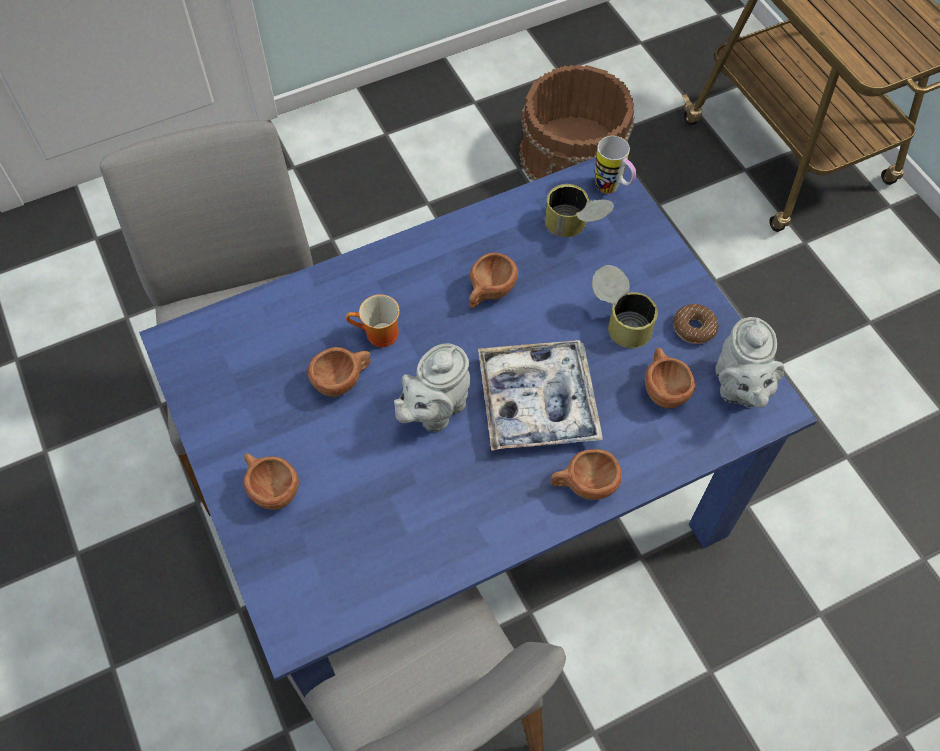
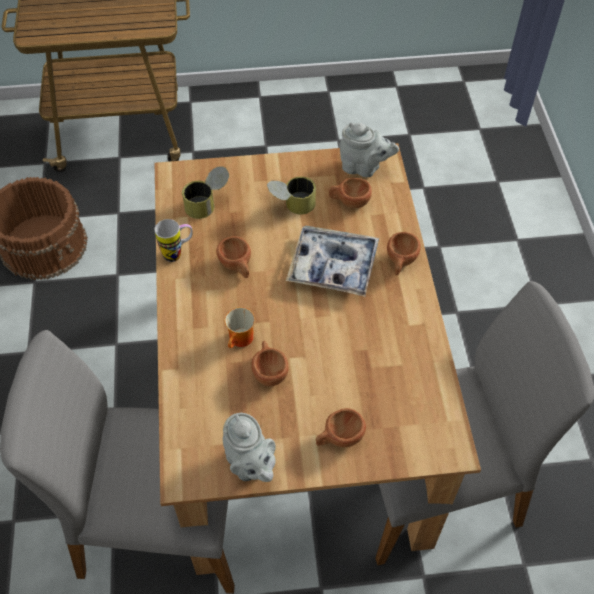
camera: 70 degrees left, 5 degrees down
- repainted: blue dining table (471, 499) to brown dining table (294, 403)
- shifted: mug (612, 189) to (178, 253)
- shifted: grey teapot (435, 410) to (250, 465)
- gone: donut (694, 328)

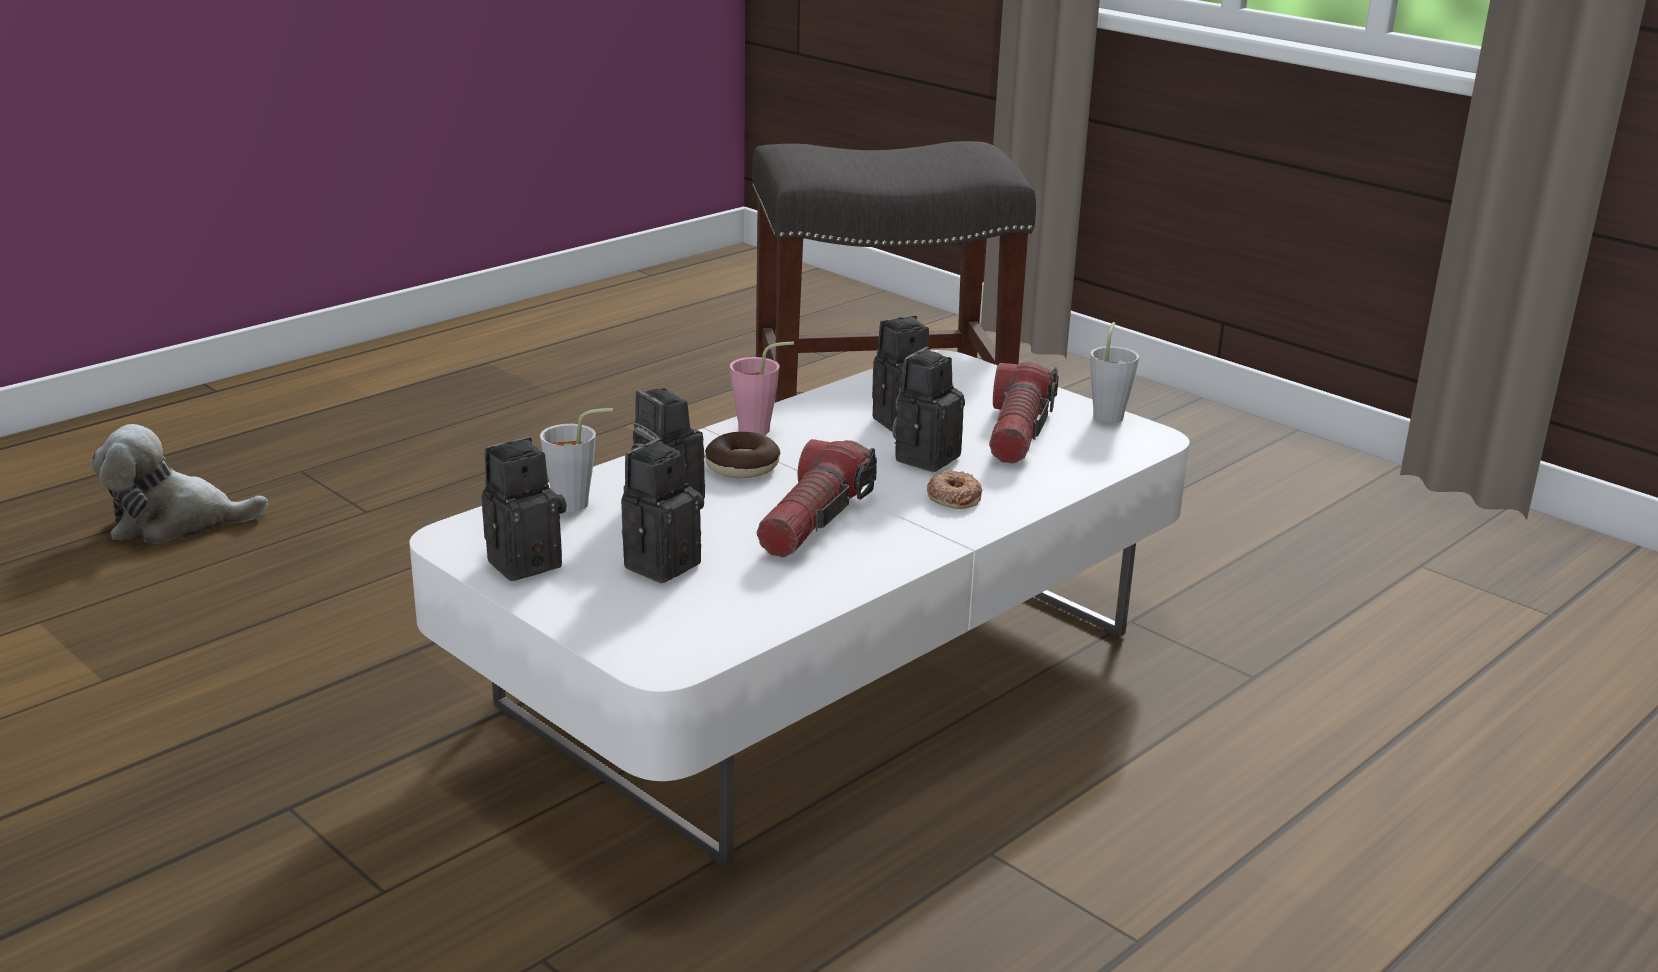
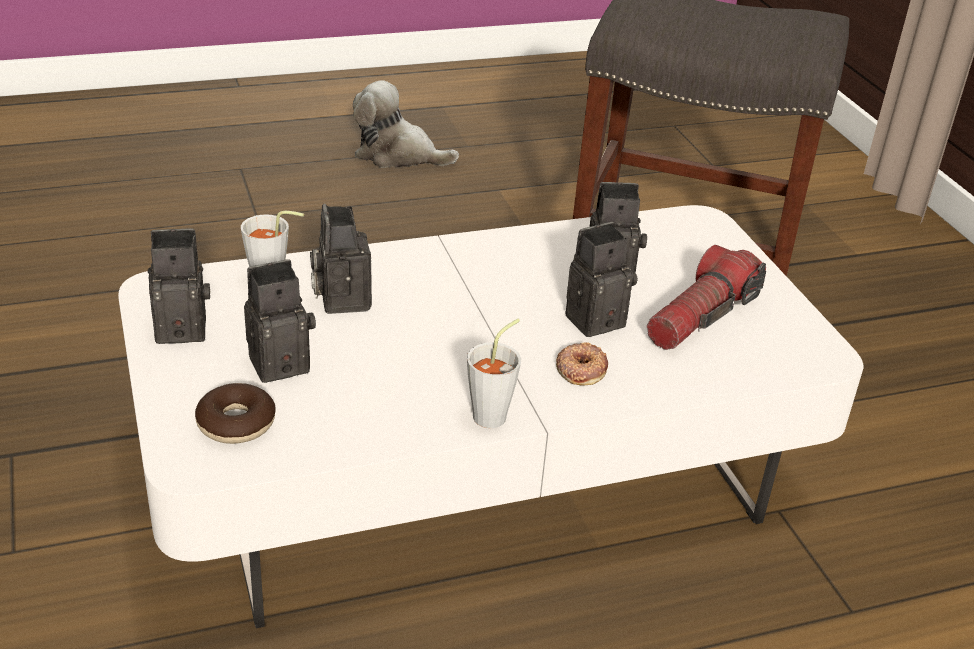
camera: 25 degrees right, 10 degrees up
- shifted: donut (742, 467) to (236, 424)
- shifted: plush toy (175, 523) to (397, 155)
- shifted: grey cup (1109, 414) to (495, 413)
- gone: pink cup (761, 429)
- gone: flashlight (814, 520)

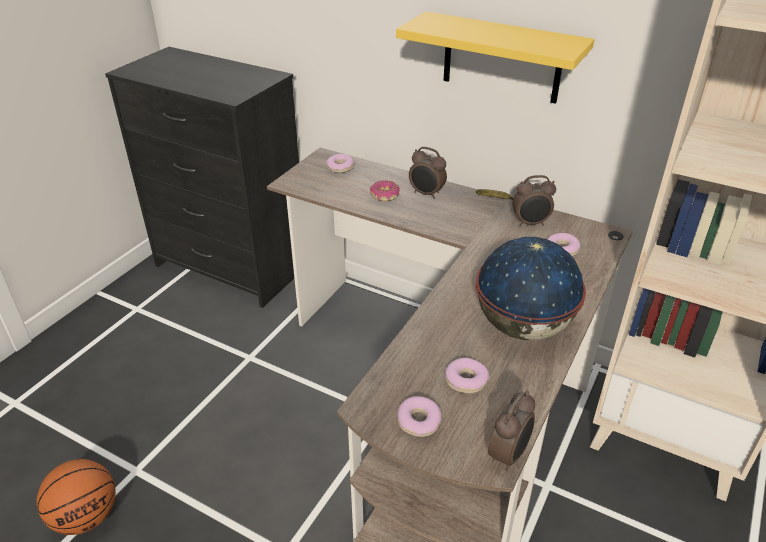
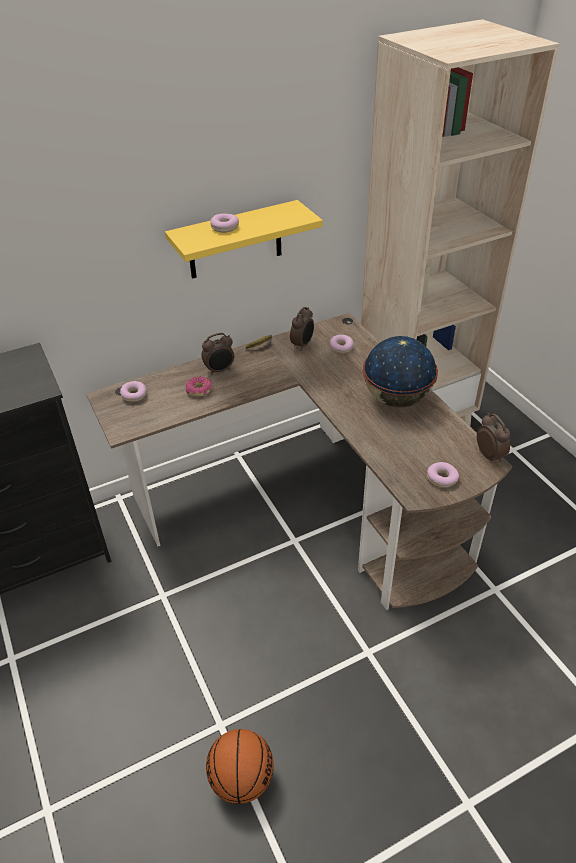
camera: 55 degrees left, 5 degrees up
- shifted: donut (466, 380) to (225, 227)

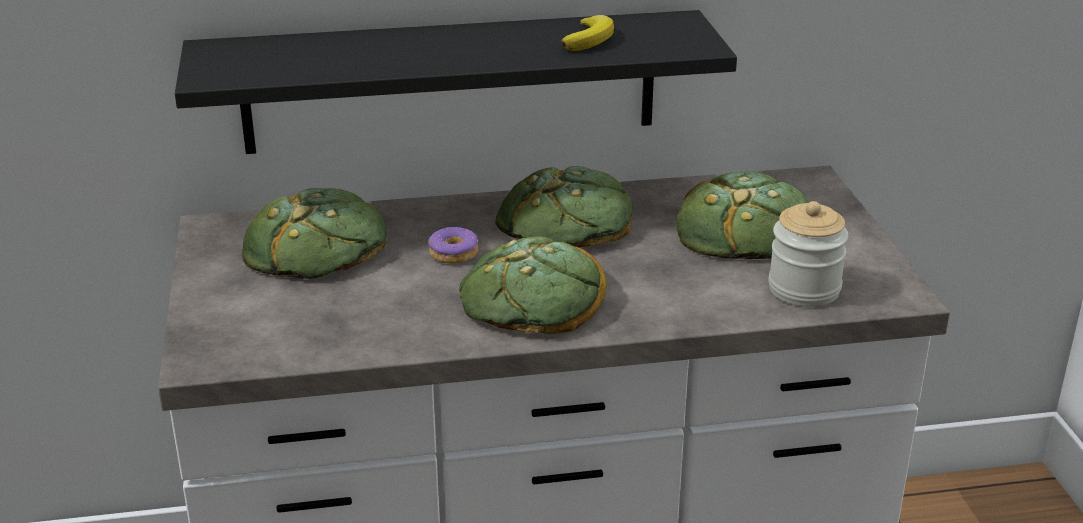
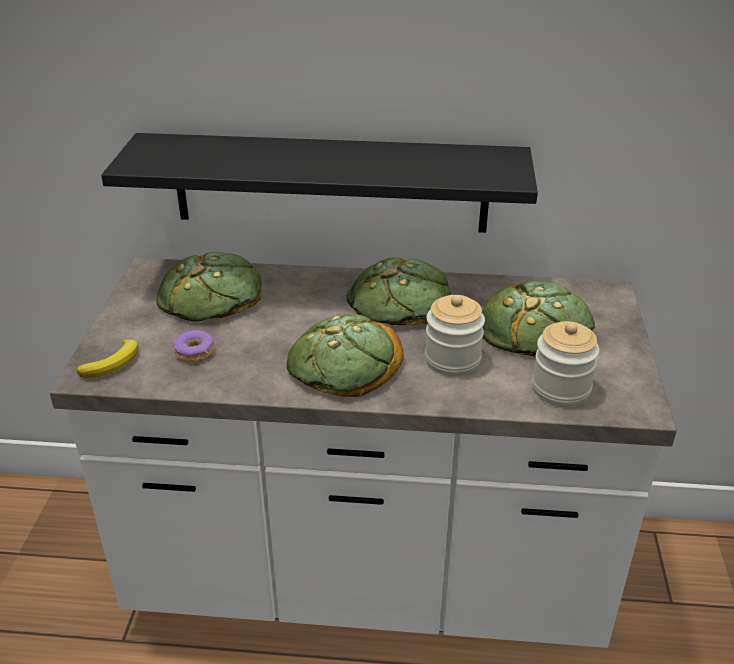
camera: 15 degrees right, 5 degrees up
- shifted: banana (590, 38) to (113, 363)
- shifted: donut (454, 254) to (195, 352)
- new: jar (452, 360)

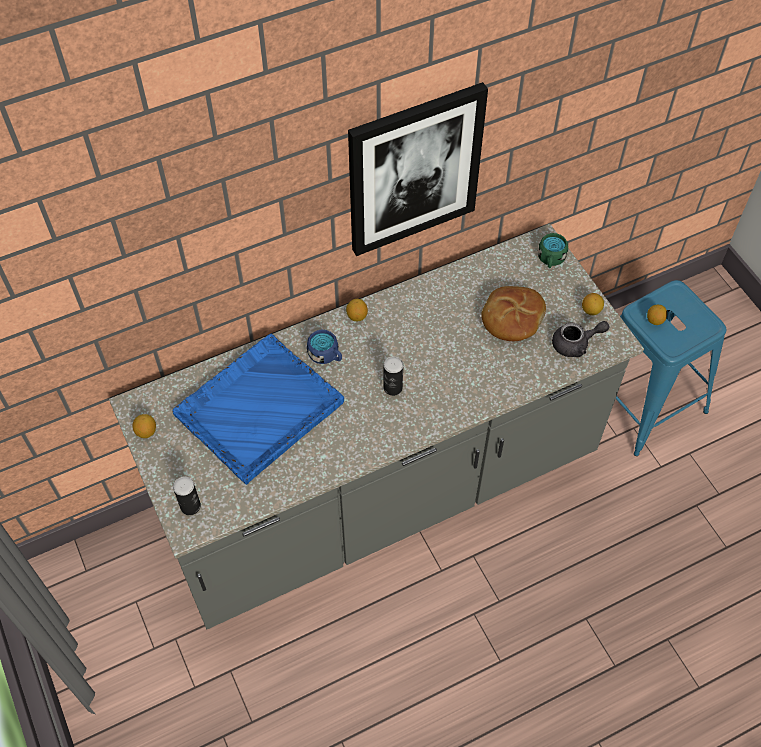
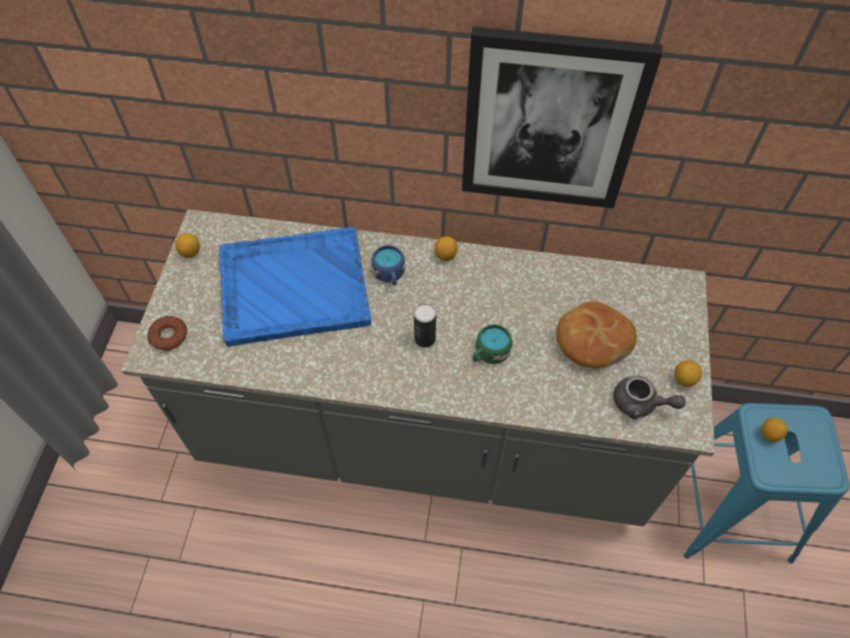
camera: 35 degrees right, 0 degrees up
- swapped: can (190, 506) to donut (168, 336)
- shifted: green mug (550, 259) to (489, 353)

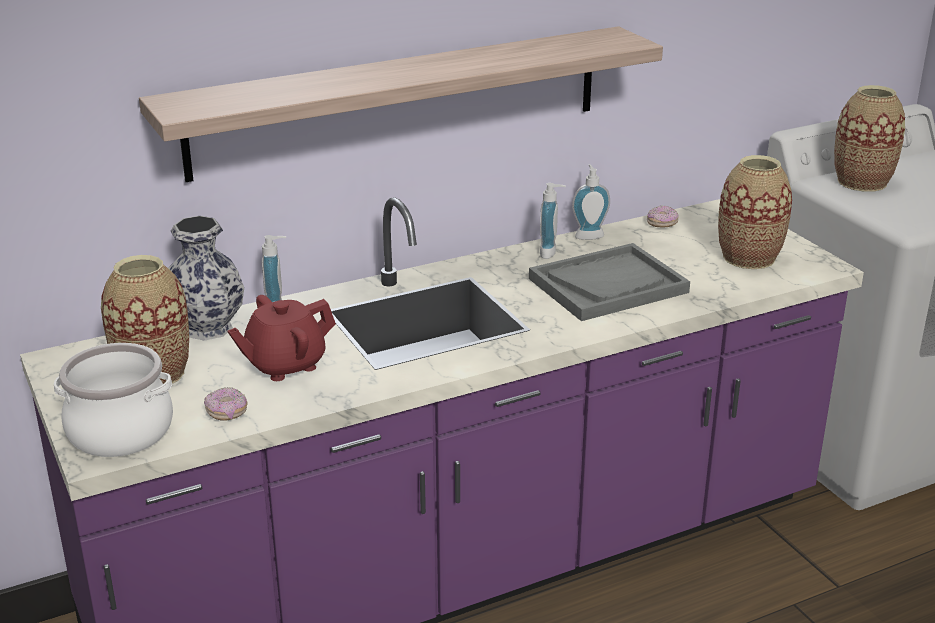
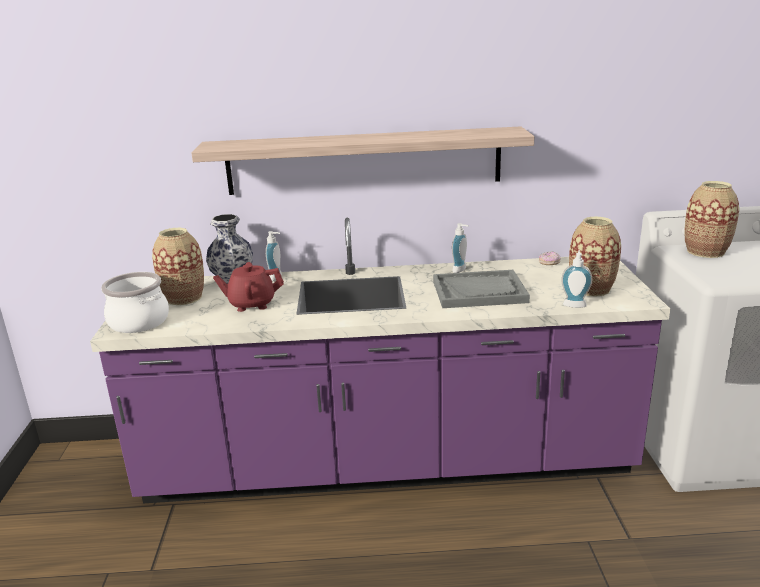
camera: 25 degrees right, 5 degrees down
- shifted: soap dispenser (588, 235) to (574, 304)
- gone: donut (227, 412)

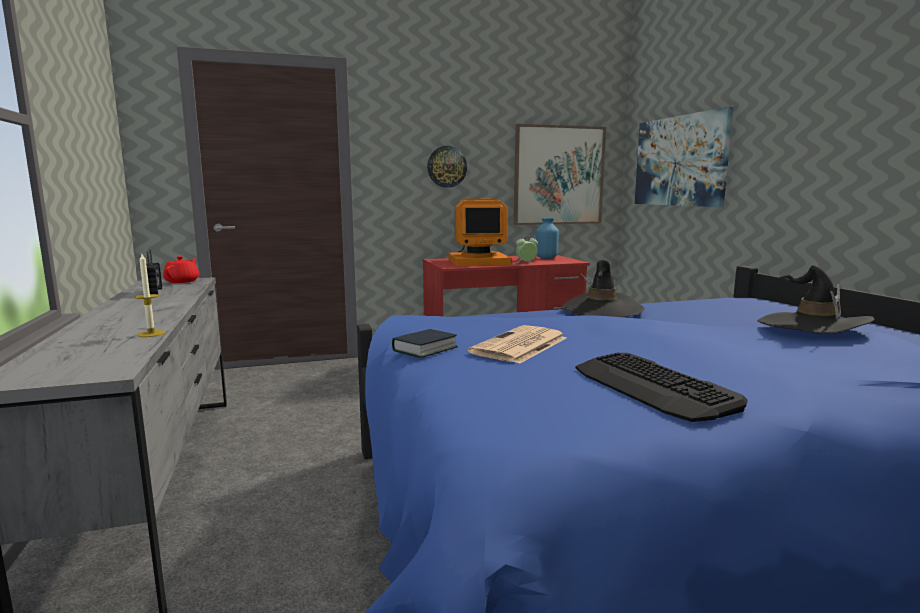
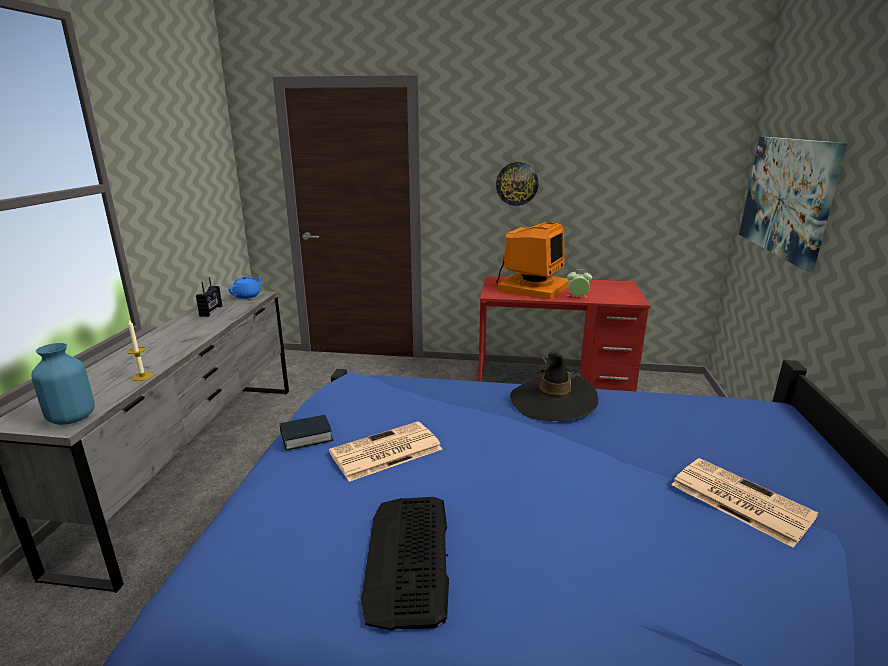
camera: 25 degrees right, 10 degrees up
- shifted: blue vase (546, 258) to (73, 417)
- repainted: red teapot (183, 281) to blue teapot (247, 296)
- rotated: monitor (478, 261) = (532, 287) 75 degrees counterclockwise
- swapped: black hat (811, 327) to newspaper (738, 500)
- gone: picture (558, 175)

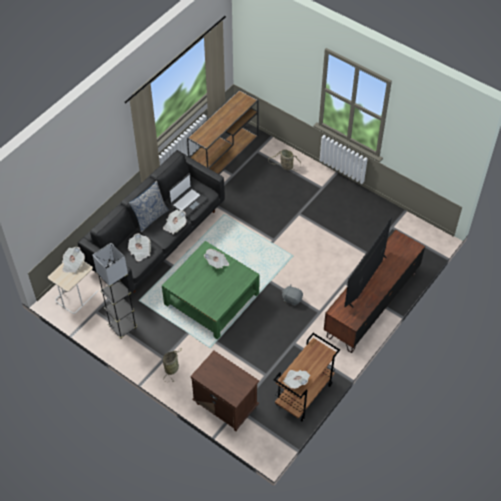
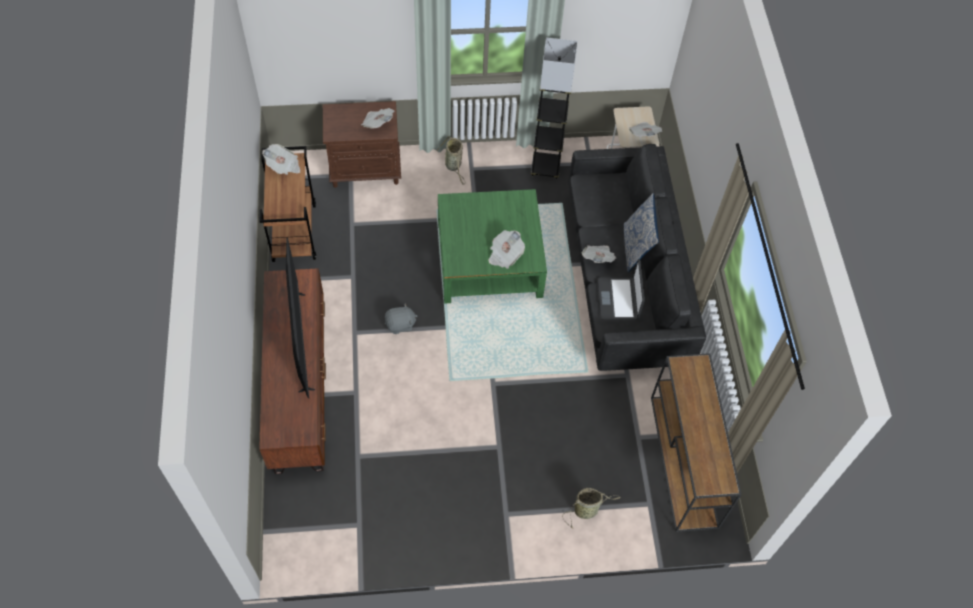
camera: 135 degrees right, 5 degrees up
- shifted: newspaper (140, 251) to (378, 123)

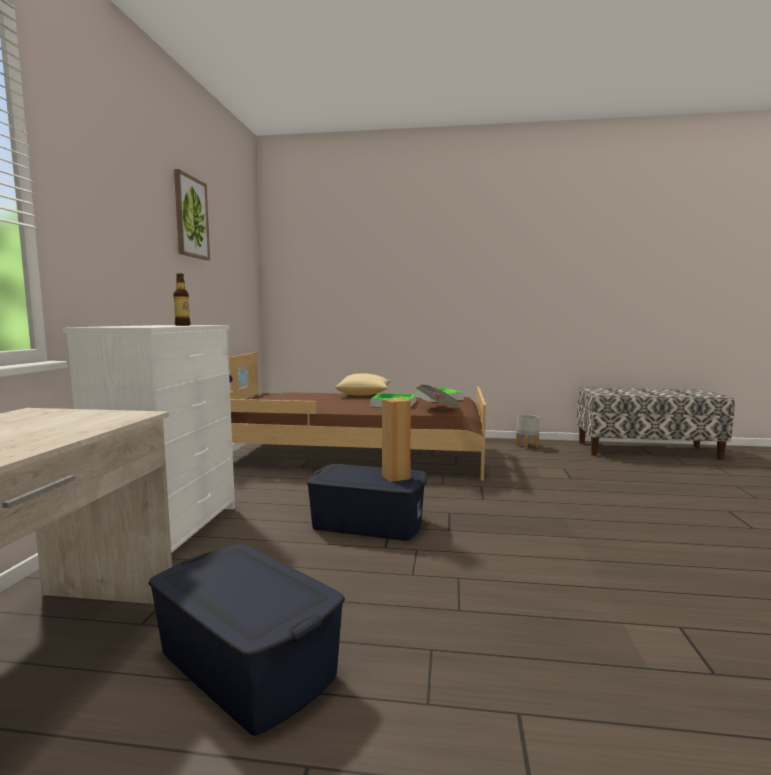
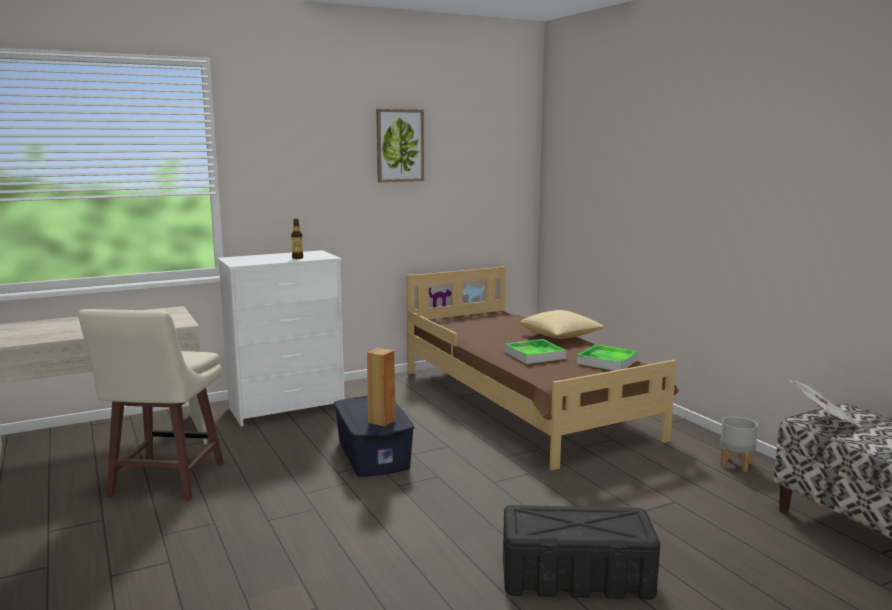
camera: 55 degrees right, 5 degrees up
- swapped: blue storage box (246, 664) to beige stool (165, 481)
- new: black storage box (577, 577)
- shifted: newspaper (440, 409) to (823, 420)

